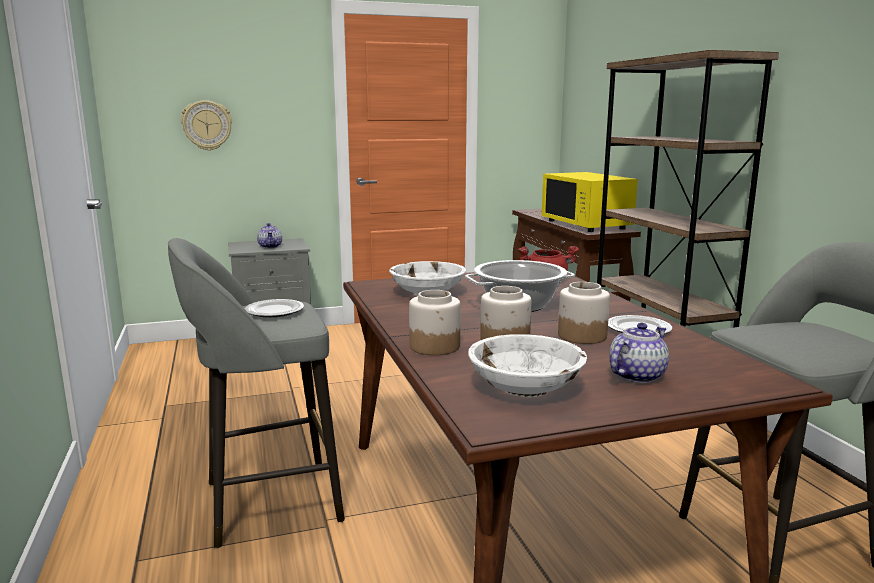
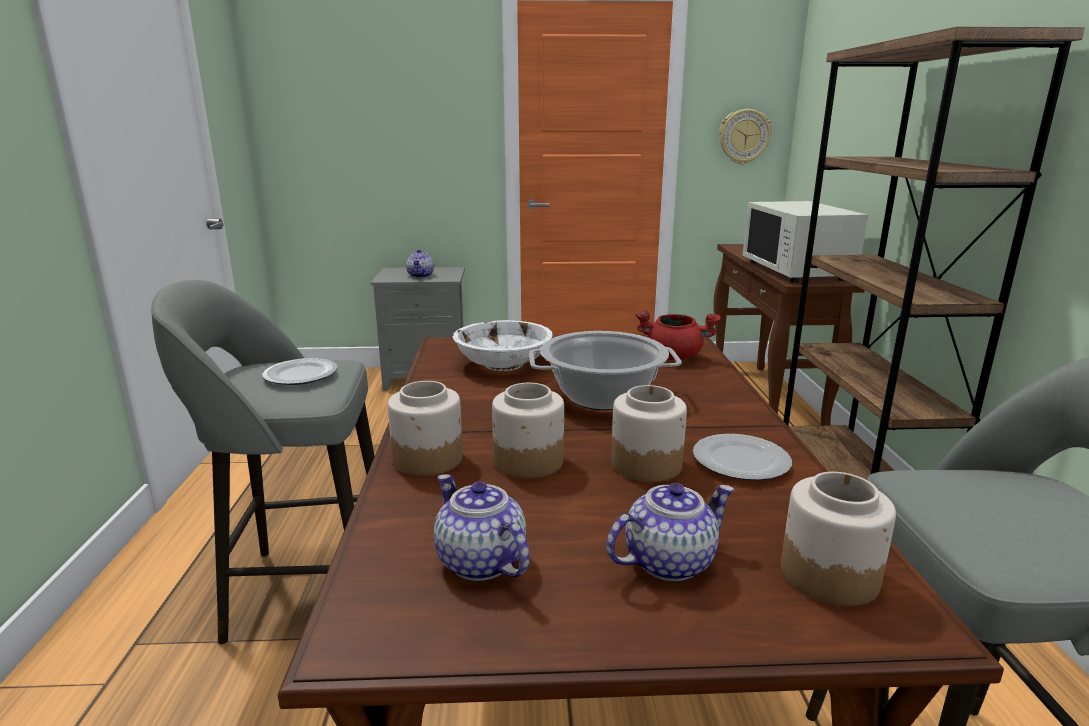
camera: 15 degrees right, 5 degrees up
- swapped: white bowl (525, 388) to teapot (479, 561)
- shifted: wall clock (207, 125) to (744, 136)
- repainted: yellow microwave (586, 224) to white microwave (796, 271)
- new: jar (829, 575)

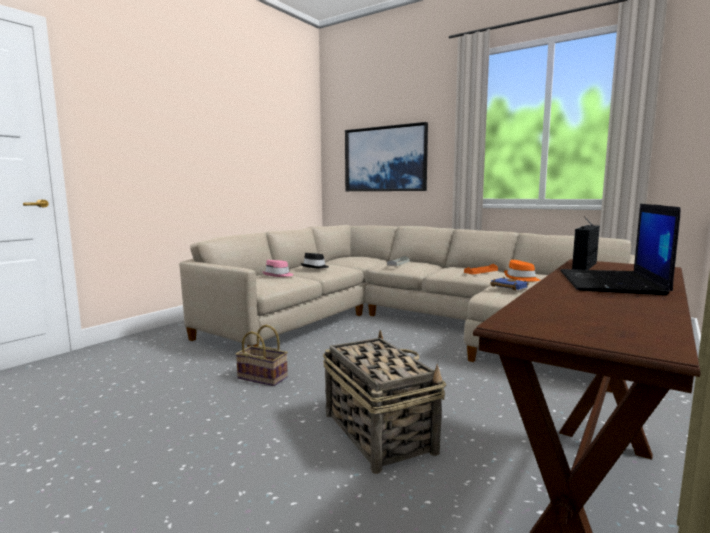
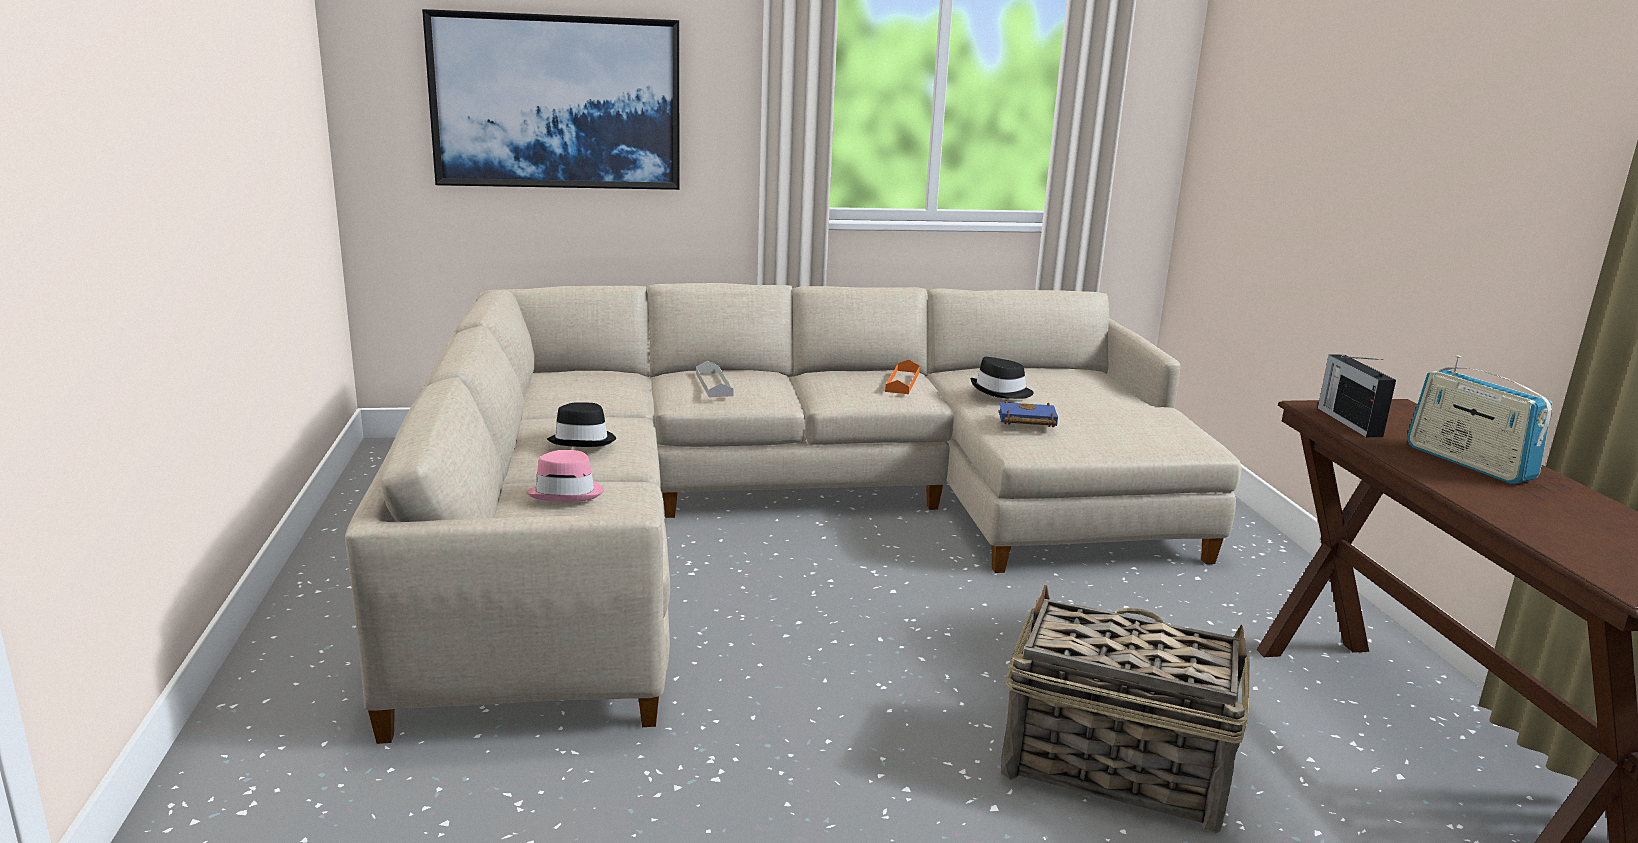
camera: 45 degrees left, 10 degrees up
- repainted: orange hat (521, 278) to black hat (1001, 391)
- swapped: laptop (611, 283) to radio (1468, 463)
- gone: basket (264, 377)

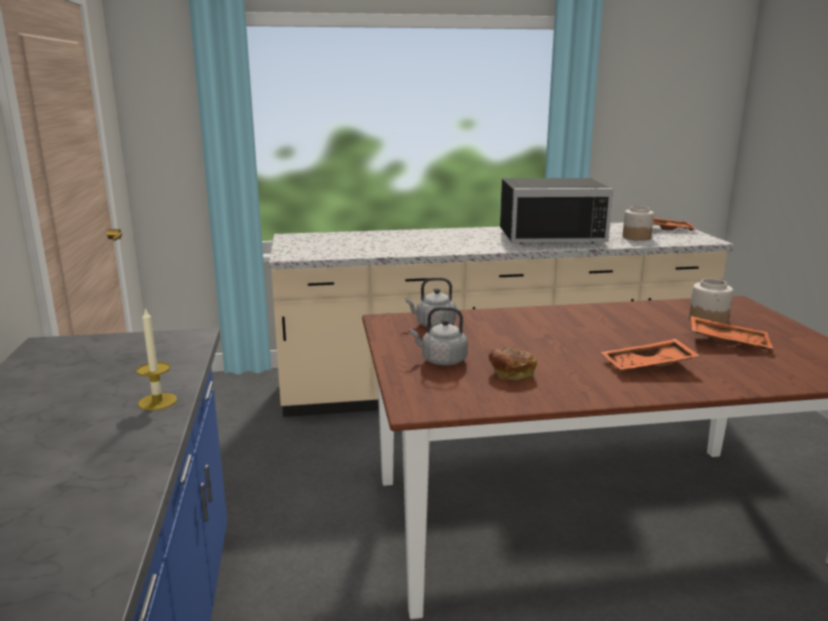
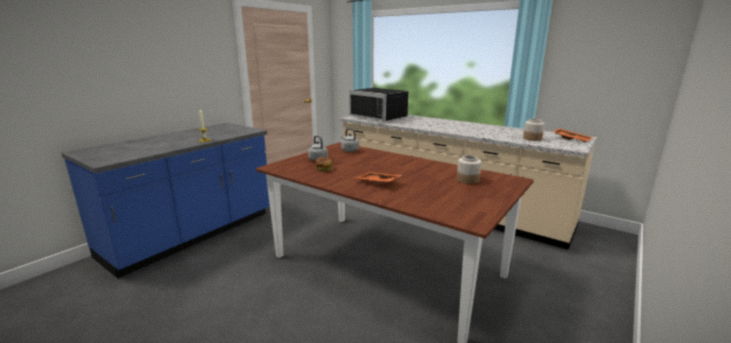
camera: 45 degrees right, 0 degrees up
- shifted: black microwave (550, 235) to (381, 117)
- gone: orange tray (728, 341)

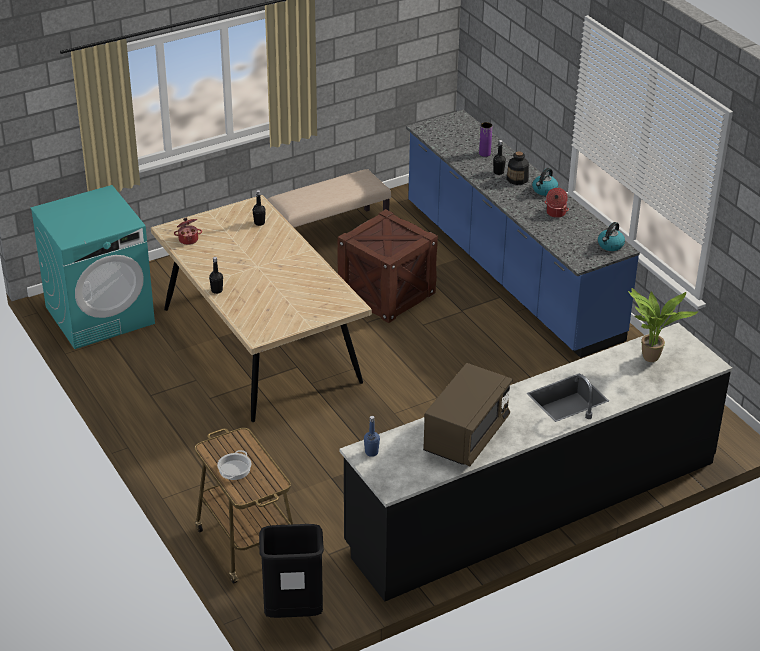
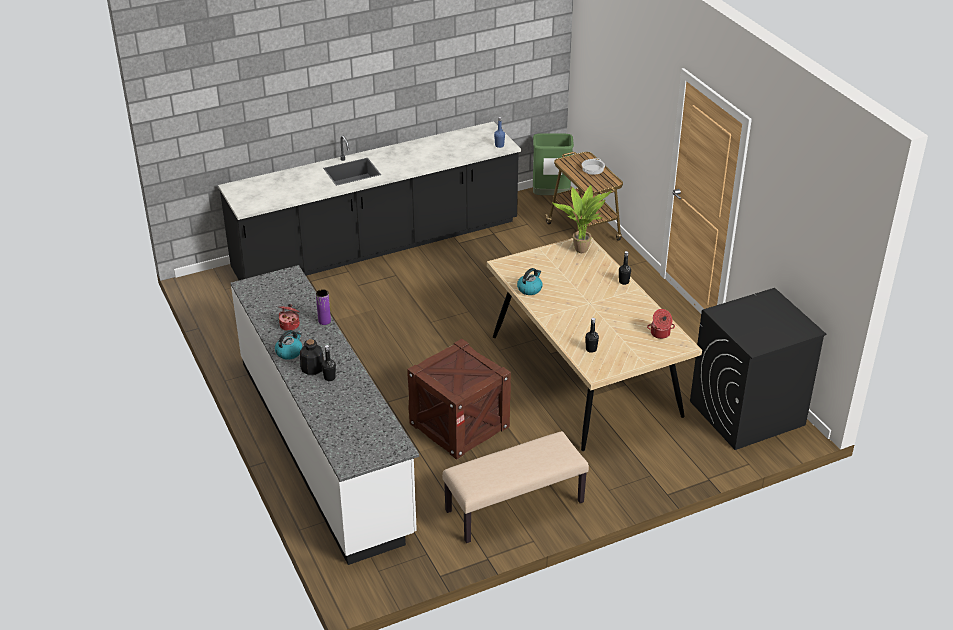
camera: 175 degrees left, 0 degrees up
- repainted: blue counter (509, 272) to white counter (325, 445)
- shifted: purple vase (484, 153) to (324, 321)
- shifted: kettle (610, 245) to (529, 289)
- repainted: black trash can (293, 612) to green trash can (550, 196)
- shifted: potted plant (650, 360) to (581, 249)
- repainted: turquoise washing machine (100, 315) to black washing machine (746, 413)
- gone: brown microwave (466, 435)

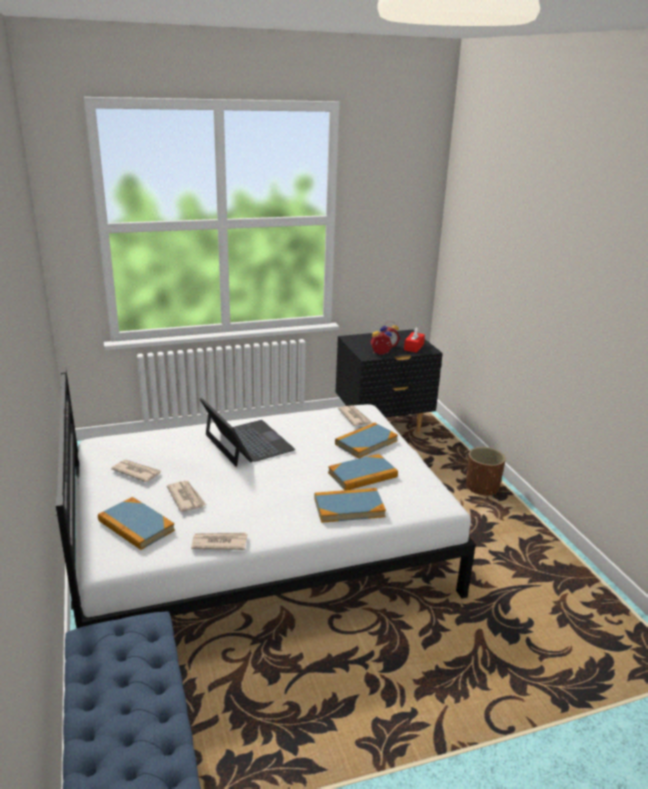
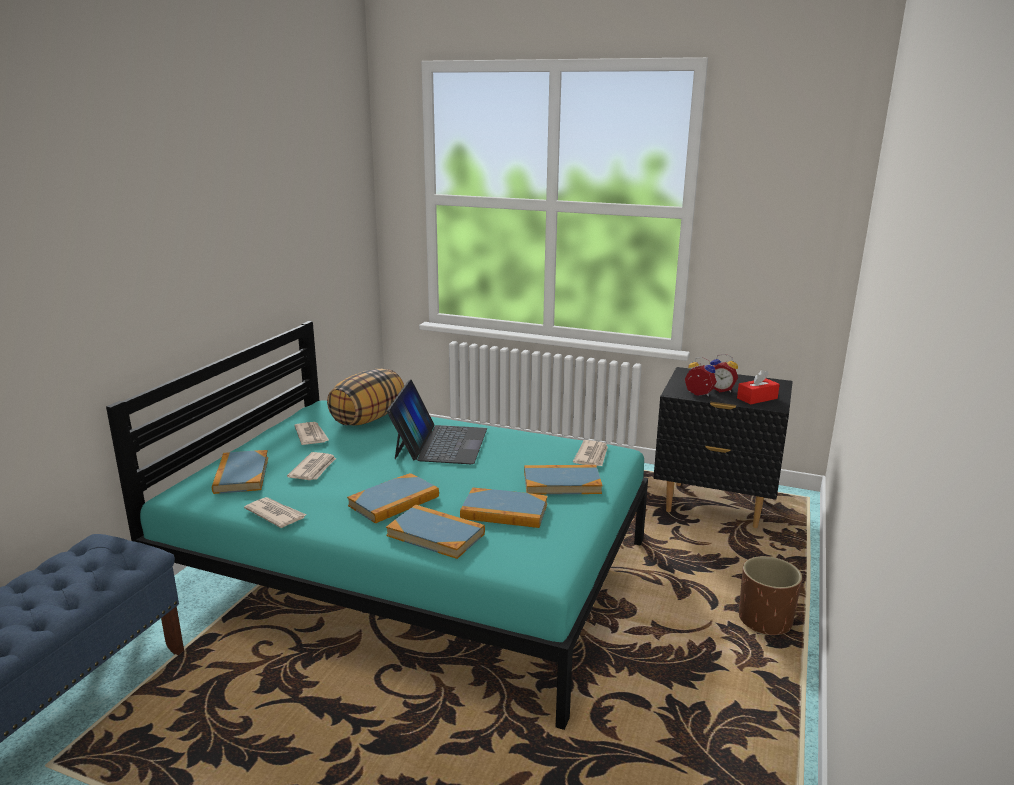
camera: 40 degrees right, 5 degrees down
- repainted: white bed (259, 550) to turquoise bed (413, 571)
- new: pillow (368, 418)
- new: book (394, 501)

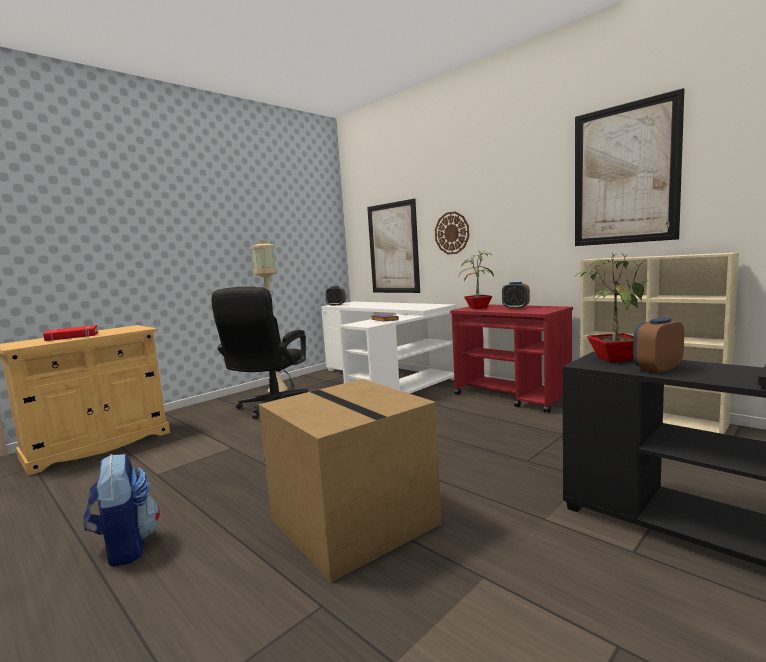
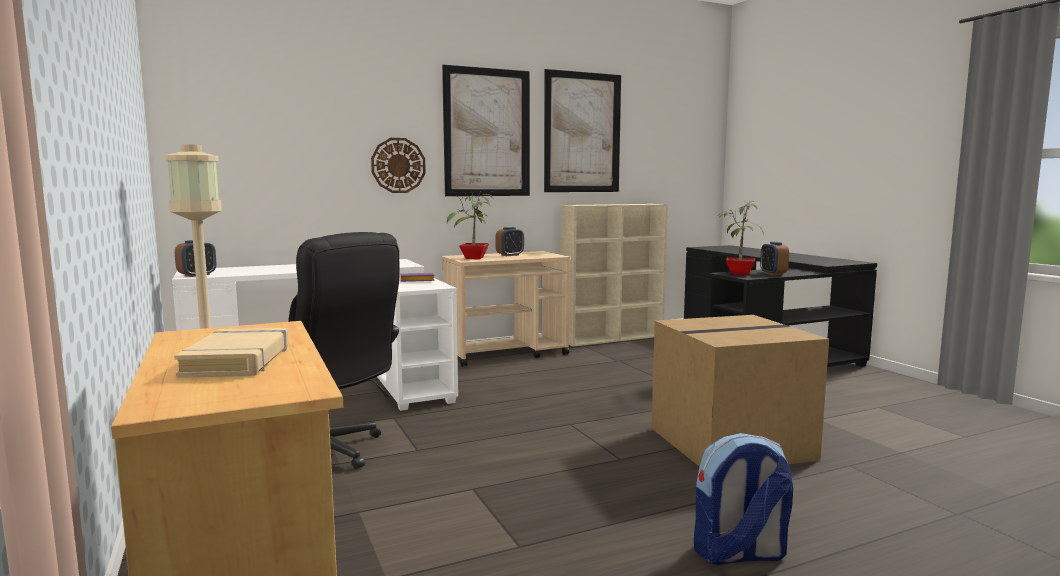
camera: 70 degrees left, 0 degrees up
- repainted: red book (72, 337) to beige book (238, 361)
- shifted: picture (393, 248) to (487, 133)
- repainted: red cart (512, 397) to beige cart (507, 354)

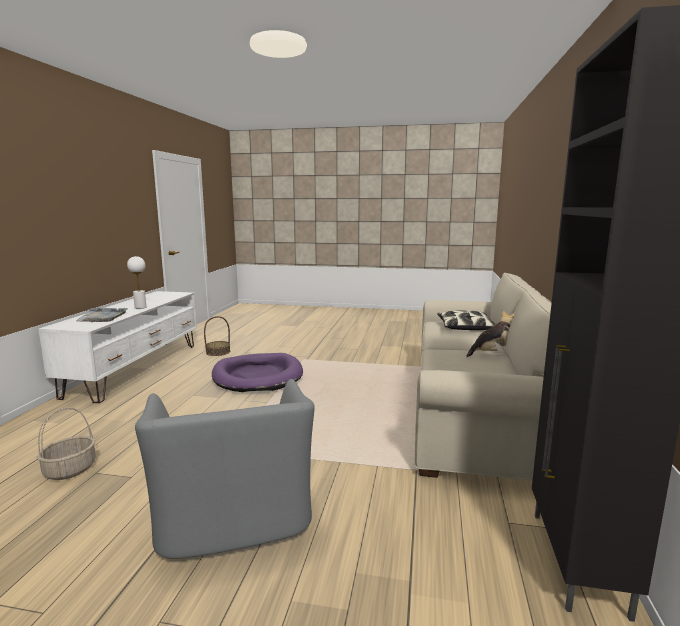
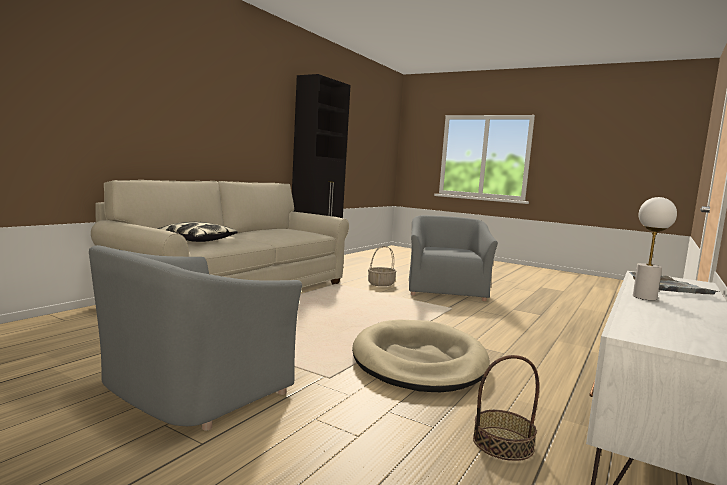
camera: 160 degrees left, 5 degrees down
- new: grey armchair (192, 391)
- repainted: purple dog bed (257, 376) to beige dog bed (419, 361)
- shifted: basket (69, 470) to (381, 284)
- gone: plush toy (491, 354)

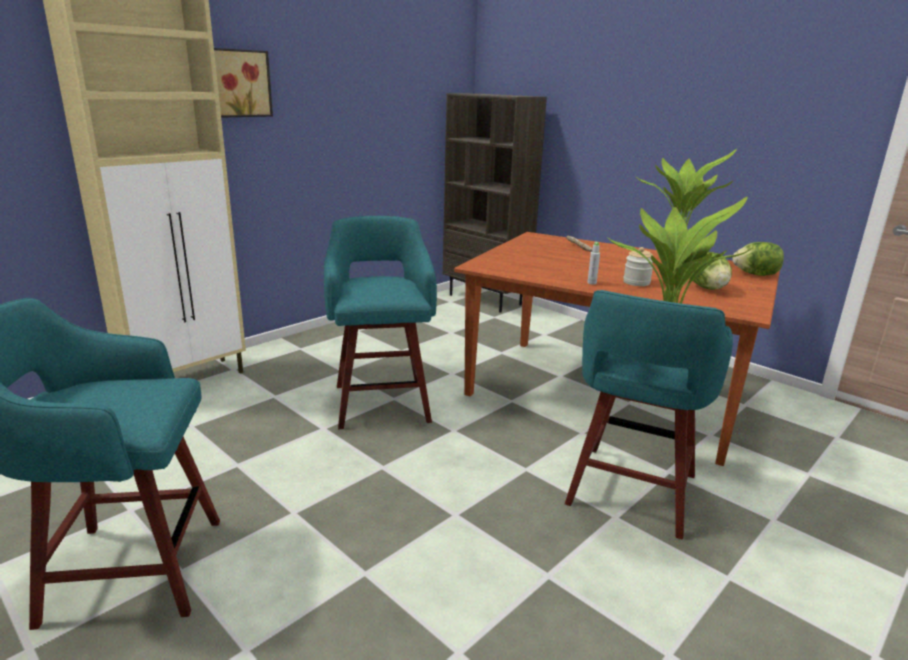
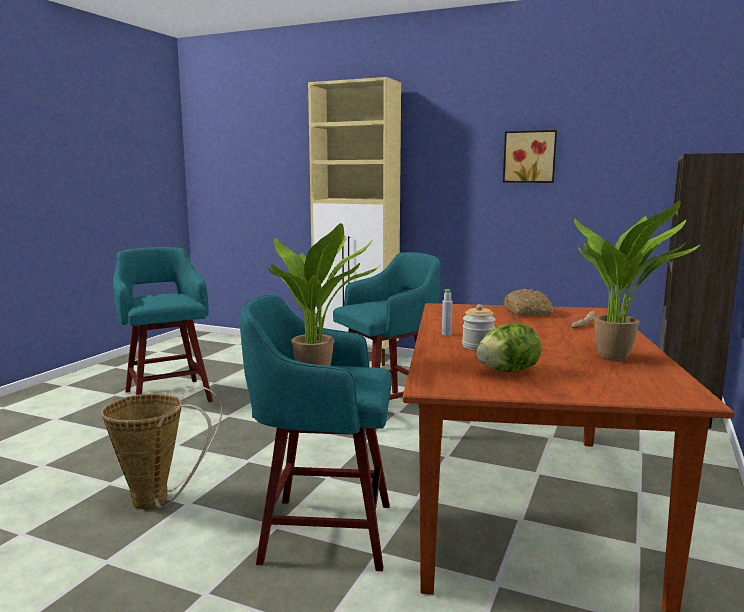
camera: 70 degrees right, 10 degrees down
- new: basket (159, 501)
- shifted: picture (239, 83) to (529, 157)
- new: bread (528, 312)
- gone: lettuce (755, 274)

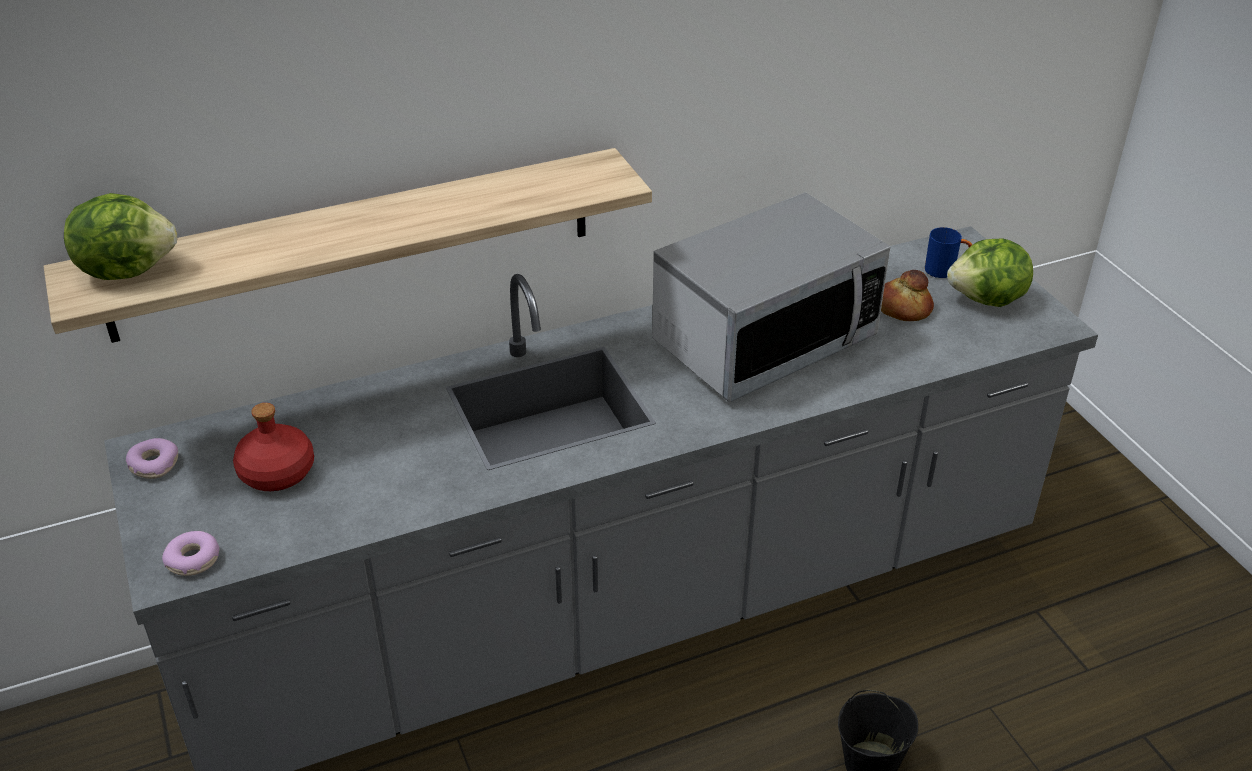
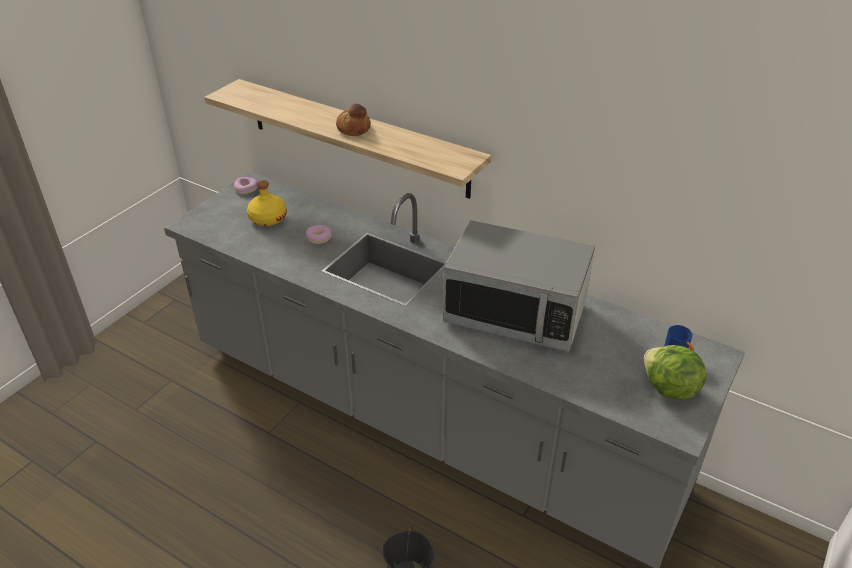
camera: 55 degrees right, 0 degrees up
- repainted: red bottle (276, 472) to yellow bottle (267, 218)
- shifted: donut (193, 560) to (319, 238)
- shifted: bread (903, 308) to (354, 128)
- gone: lettuce (127, 269)

